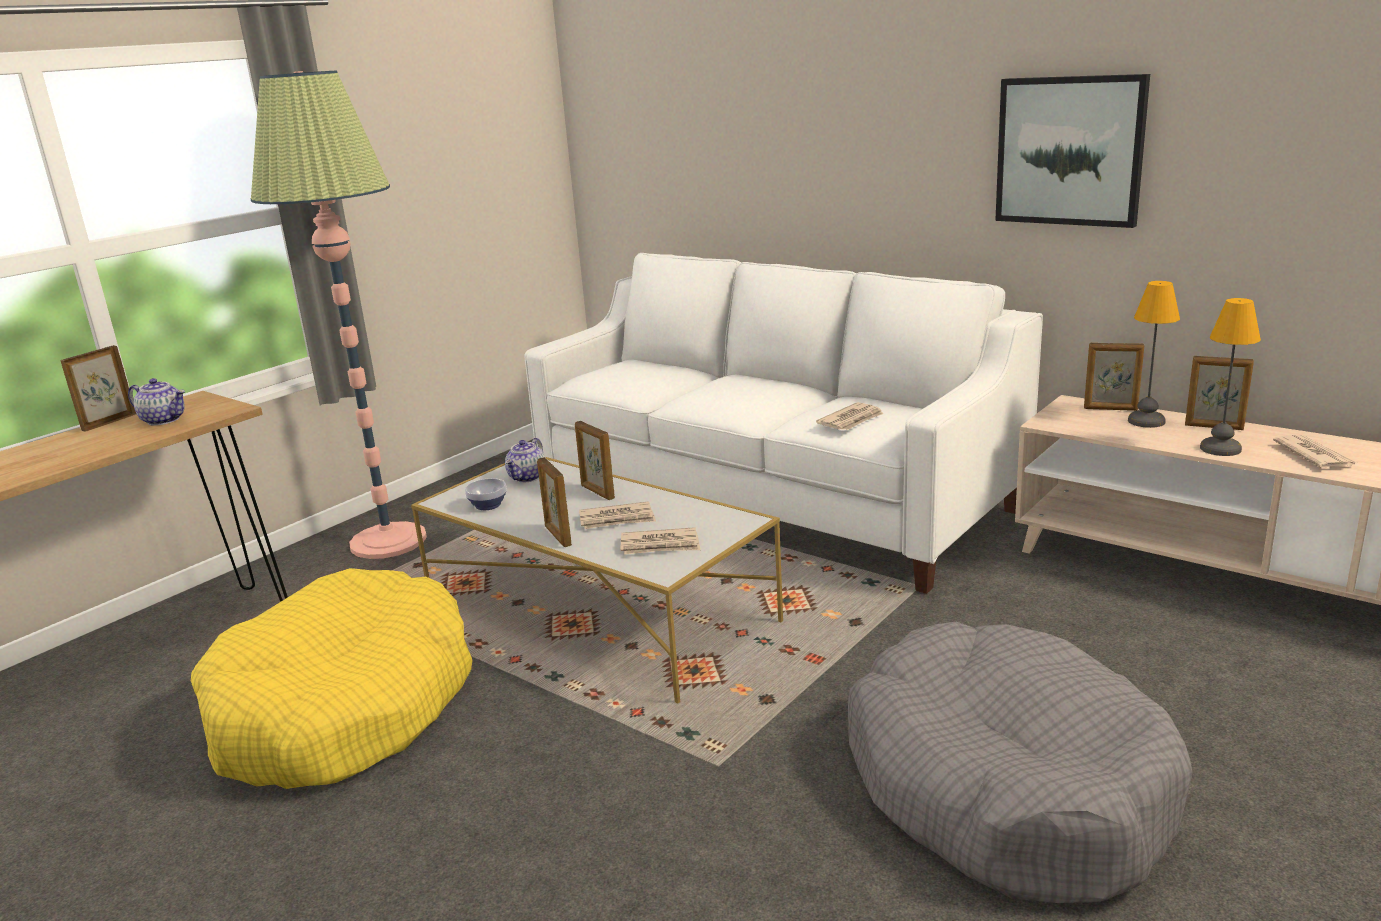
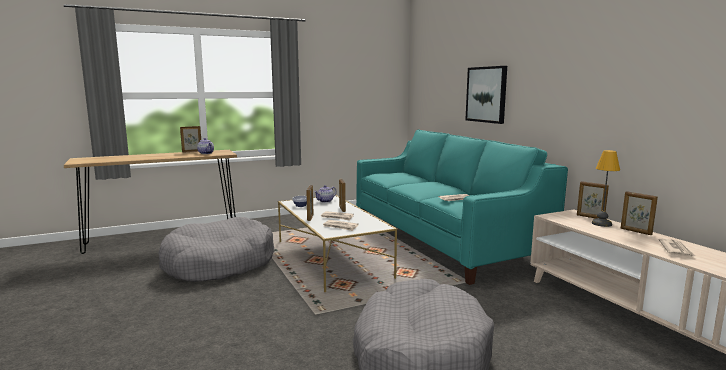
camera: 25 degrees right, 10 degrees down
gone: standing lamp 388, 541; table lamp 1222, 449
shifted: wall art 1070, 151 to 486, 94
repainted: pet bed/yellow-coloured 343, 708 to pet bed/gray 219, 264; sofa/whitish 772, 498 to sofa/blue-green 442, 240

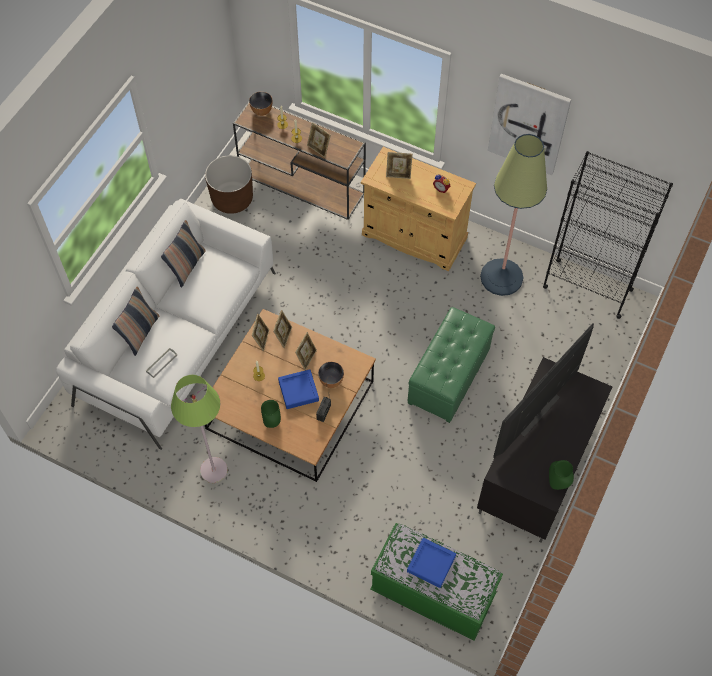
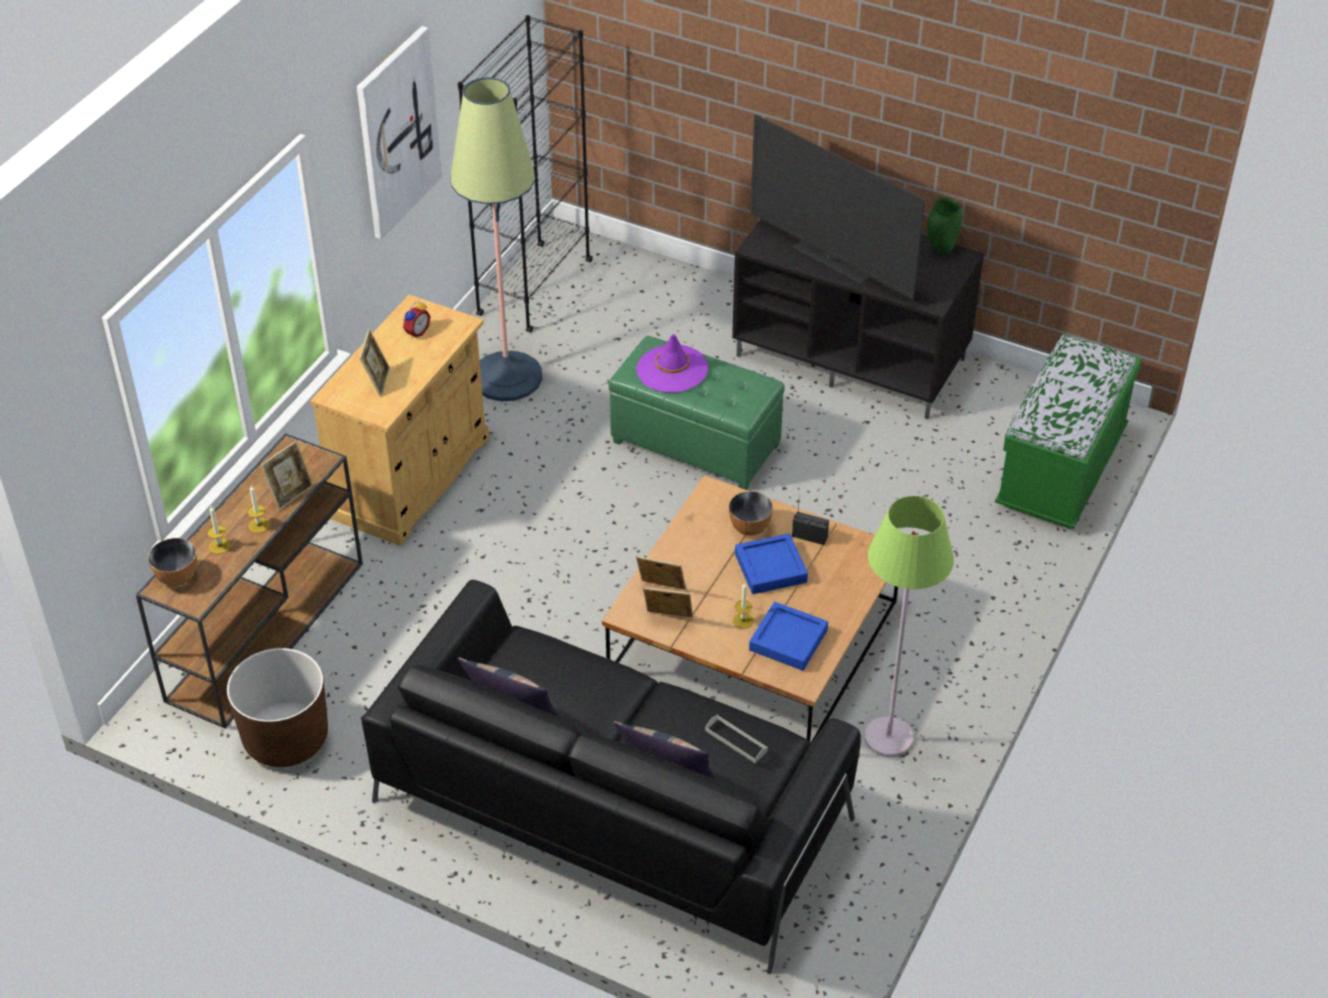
camera: 90 degrees left, 15 degrees down
gone: decorative vase/green-coloured 271, 423; picture frame 306, 358
new: wearable hat/purple-coloured 672, 369
shifted: serving tray/blue-coloured 431, 564 to 788, 640
repainted: sofa/whitish 177, 337 to sofa/black 612, 809

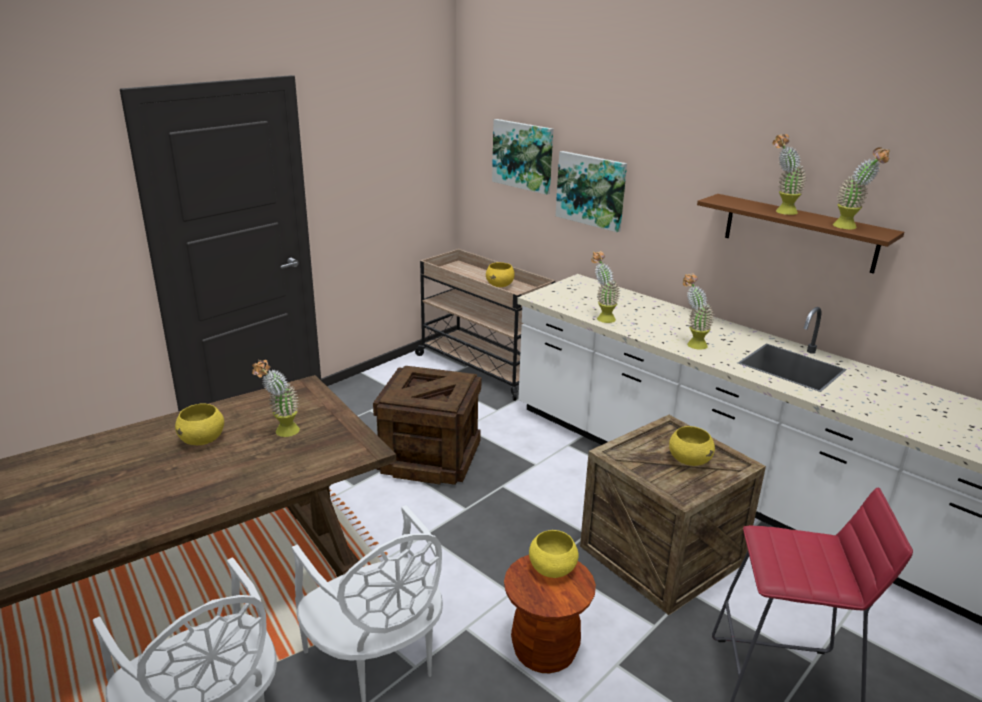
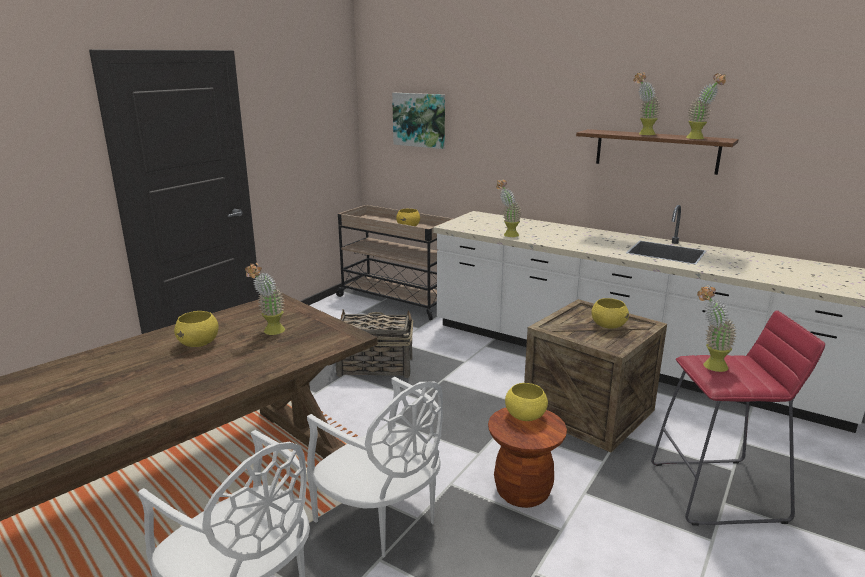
camera: 10 degrees left, 5 degrees down
gone: wall art 591, 190
shifted: potted plant 691, 344 to 708, 365
swapped: packing crate 429, 458 to household basket 374, 366

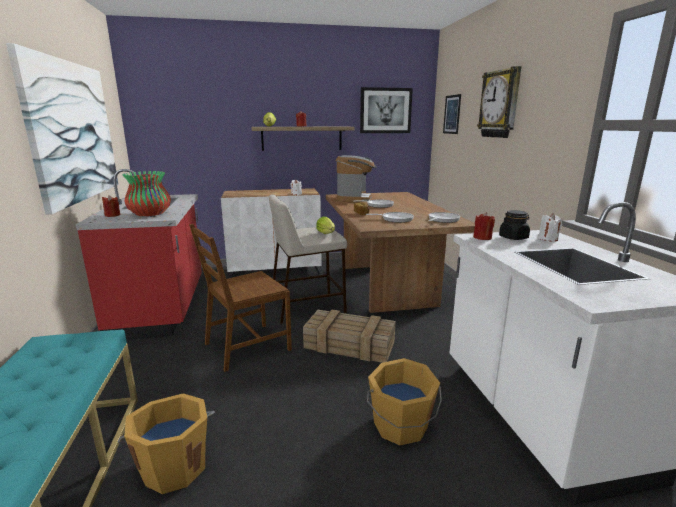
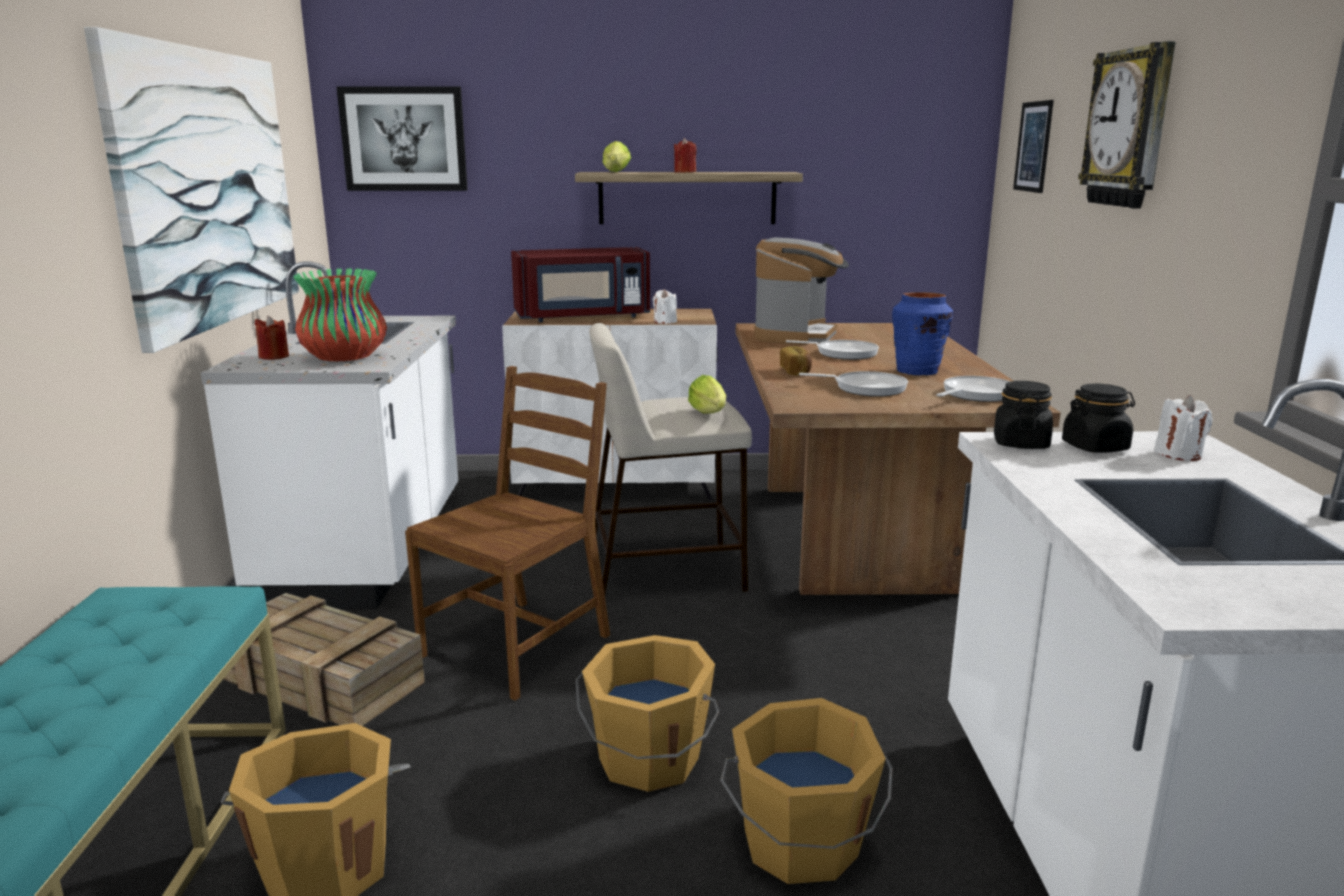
camera: 10 degrees right, 0 degrees up
new: microwave/reddish 583, 317; bucket/orangey 648, 760; decorative vase/blue-coloured 917, 372
shifted: packing crate 351, 345 to 324, 680; wall art 385, 110 to 404, 139
swapped: wax candle/reddish 482, 238 to jar/black 1020, 443
repainted: kitchen base unit/reddish 162, 307 to kitchen base unit/whitish 368, 549
rotated: plain chair/brown-coloured 246, 347 = 518, 645 150 degrees clockwise

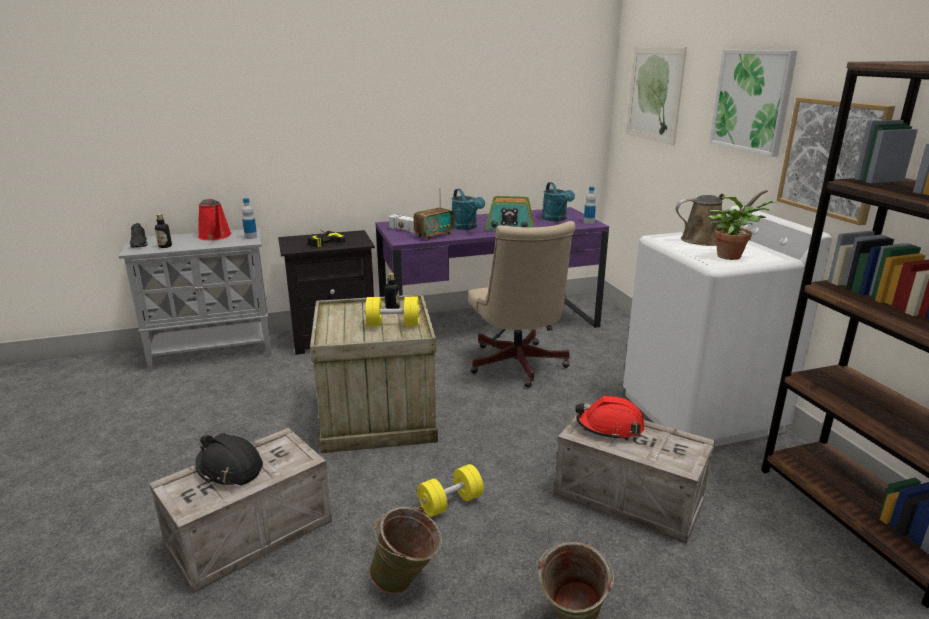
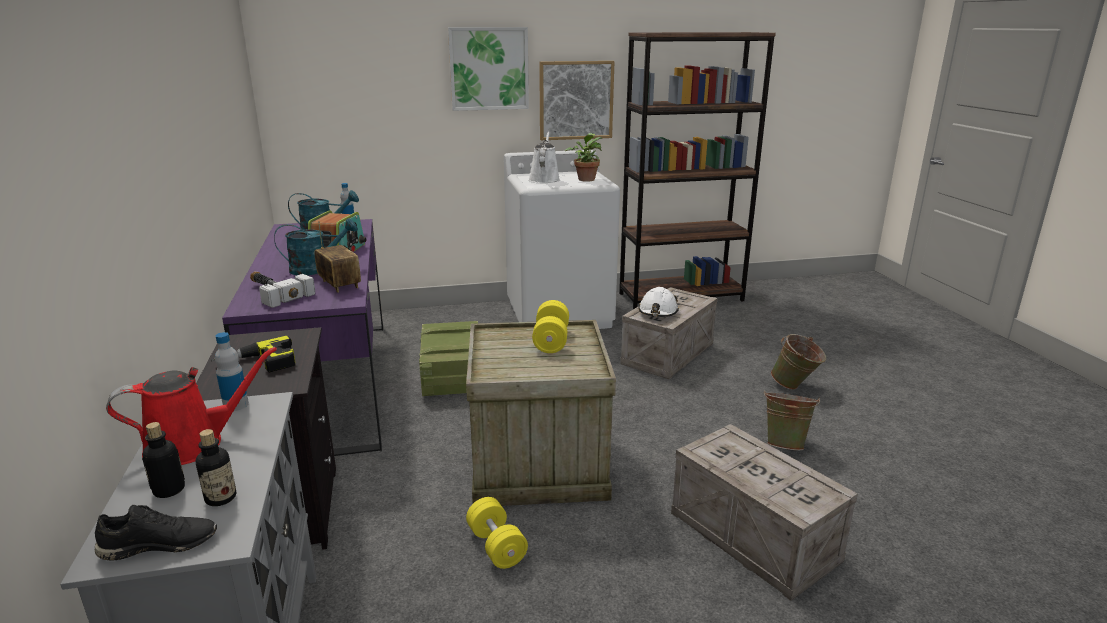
camera: 85 degrees left, 0 degrees up
gone: hard hat/black 229, 468; wall art 654, 94
shifted: beverage bottle 392, 308 to 169, 490; hand weight/yellow-coloured 450, 503 to 496, 546
swapped: office chair/sand-coloured 517, 367 to packing crate 453, 376
repainted: hard hat/reddish 609, 427 to hard hat/whitish 658, 312; watering can/brown-coloured 706, 240 to watering can/whitish 544, 179

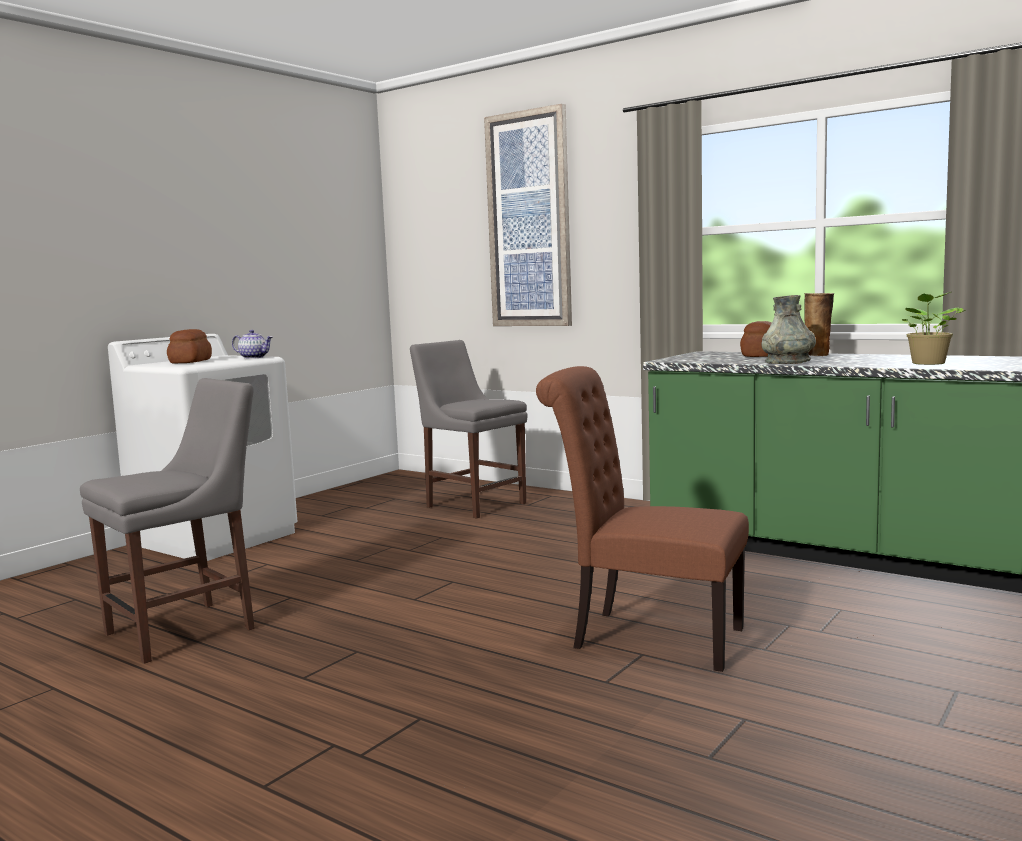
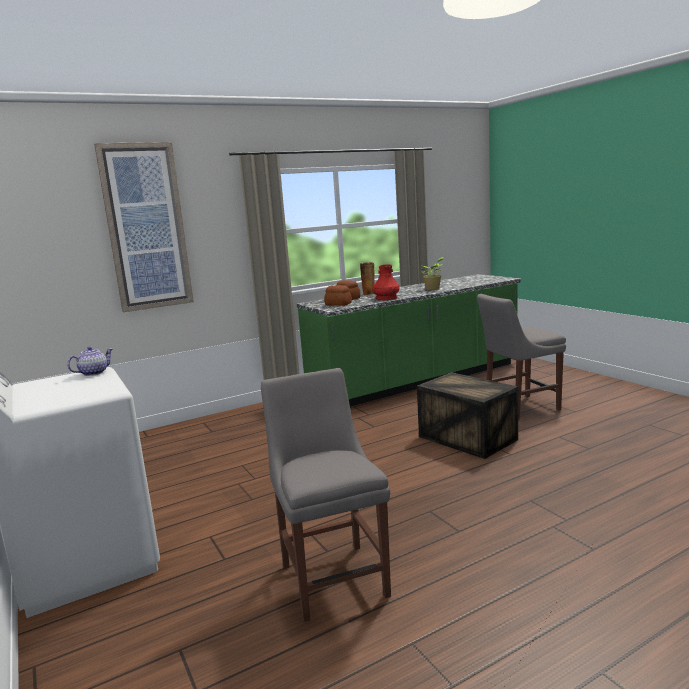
camera: 65 degrees left, 5 degrees up
shifted: bakery bread 189, 361 to 338, 304; plain chair/gray 473, 504 to 519, 408
swapped: plain chair/brown-coloured 647, 637 to packing crate 466, 438
repainted: decorative vase/gray 788, 362 to decorative vase/reddish 386, 298

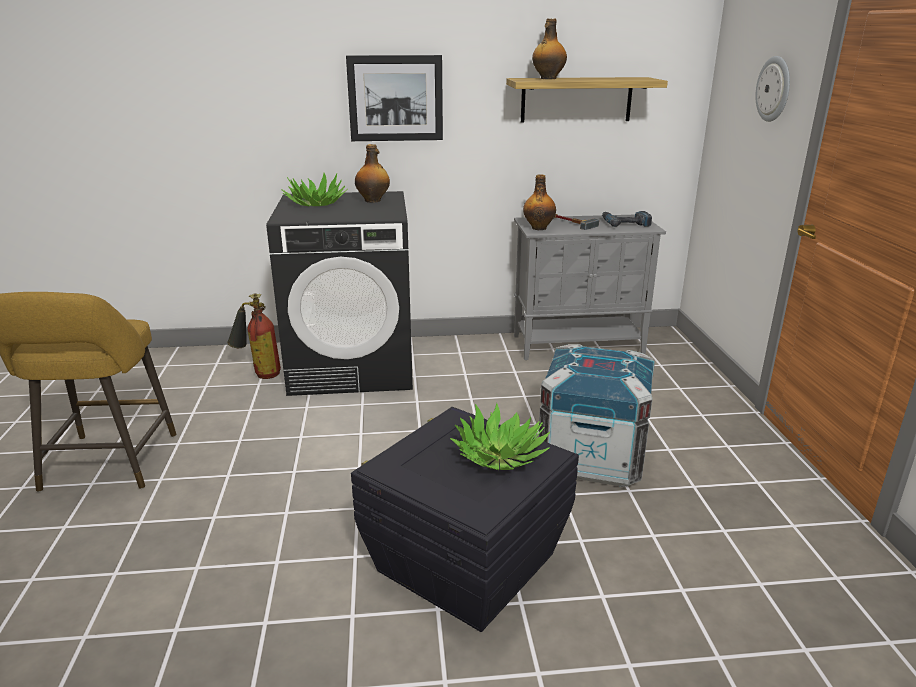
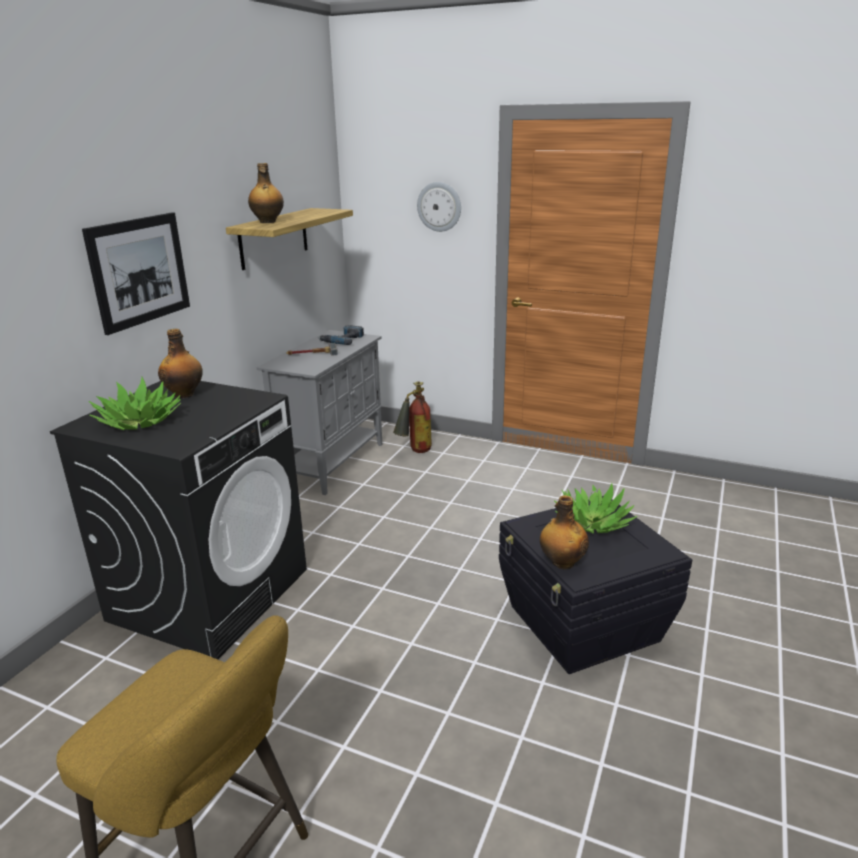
camera: 60 degrees left, 0 degrees up
gone: packing crate 591, 457
shifted: fire-fighting cylinder 259, 373 to 414, 452; beverage bottle 539, 228 to 562, 562

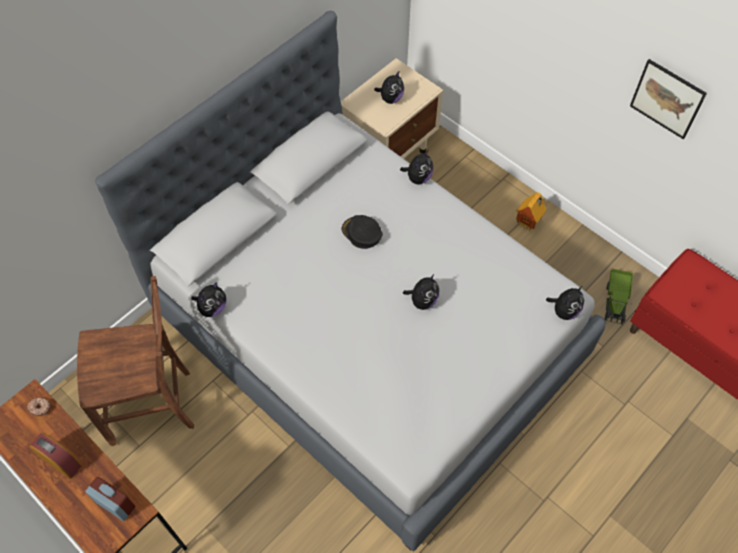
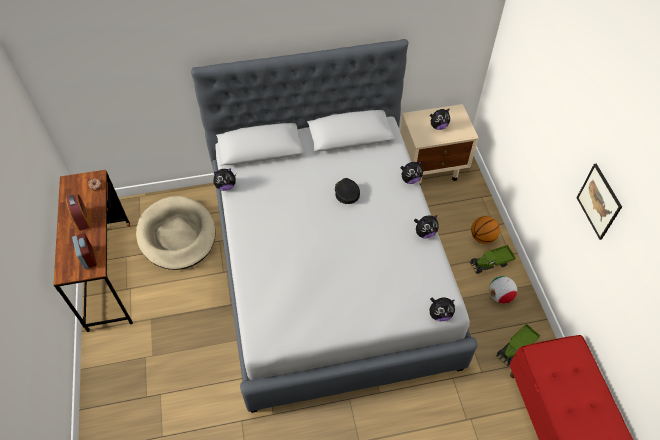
camera: 35 degrees right, 5 degrees down
new: ball for basketball 482, 237; football 500, 296
shifted: soft toy 422, 301 to 424, 233
swapped: plain chair/brown-coloured 153, 406 to pet bed/sand-coloured 177, 235; miniature house 528, 224 to model truck 491, 263

